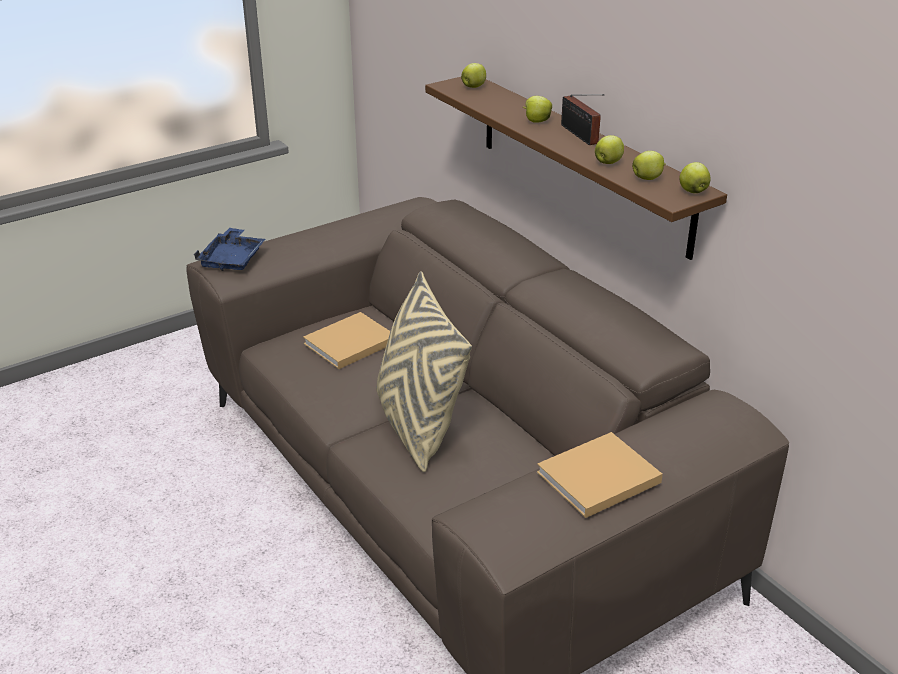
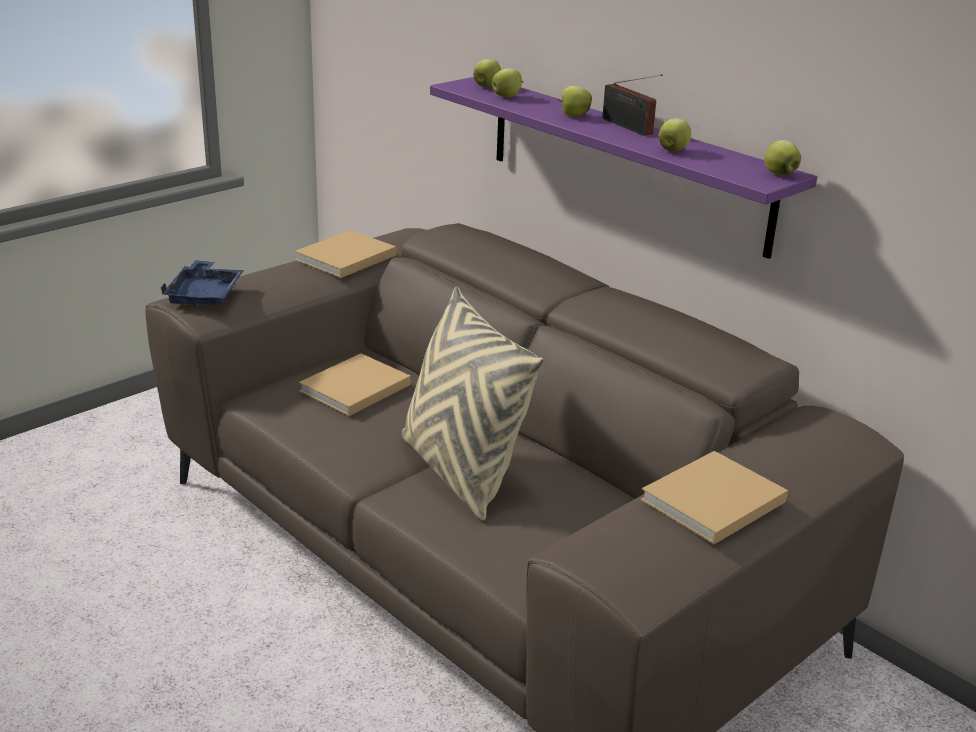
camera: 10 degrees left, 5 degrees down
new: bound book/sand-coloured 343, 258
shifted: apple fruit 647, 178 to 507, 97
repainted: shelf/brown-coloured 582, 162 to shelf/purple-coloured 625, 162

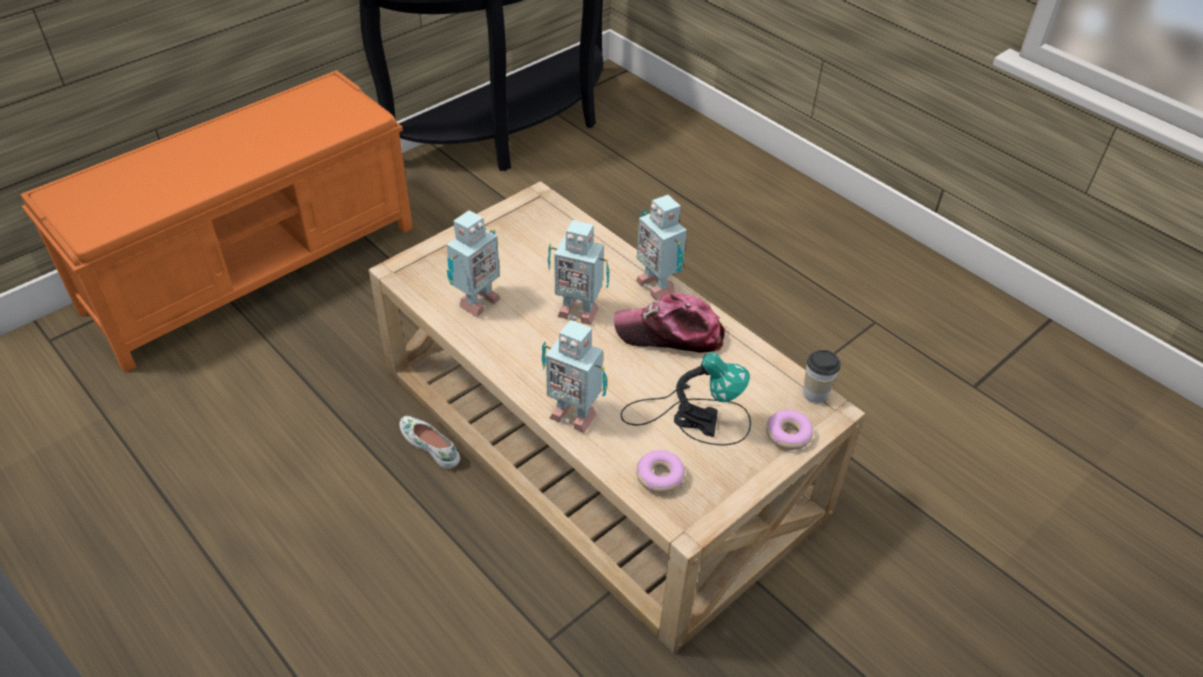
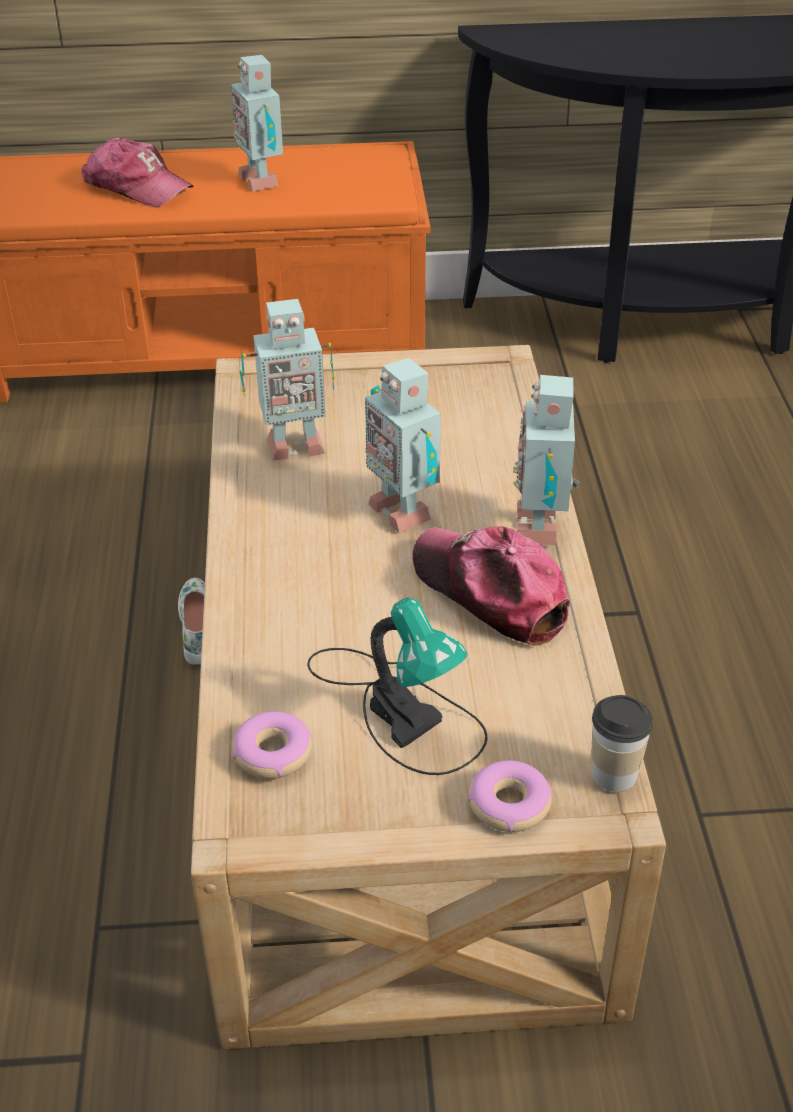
camera: 40 degrees right, 5 degrees down
new: peaked cap 137, 187
shifted: toy robot 573, 413 to 261, 180

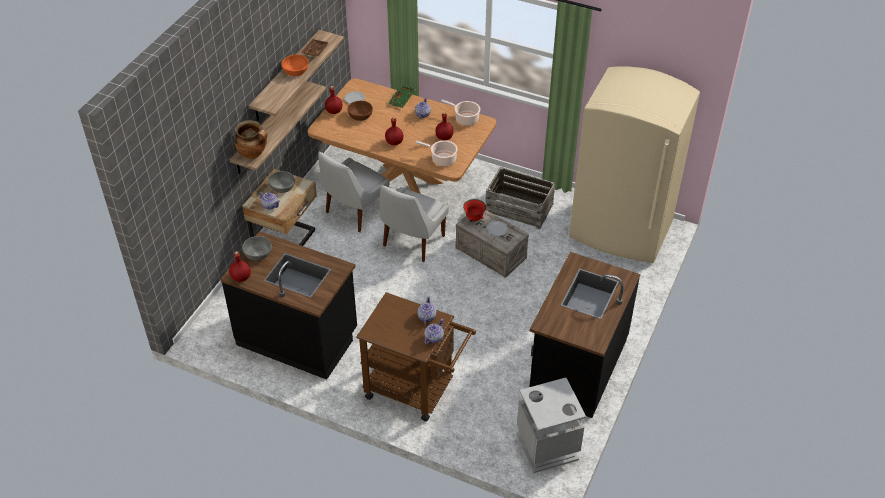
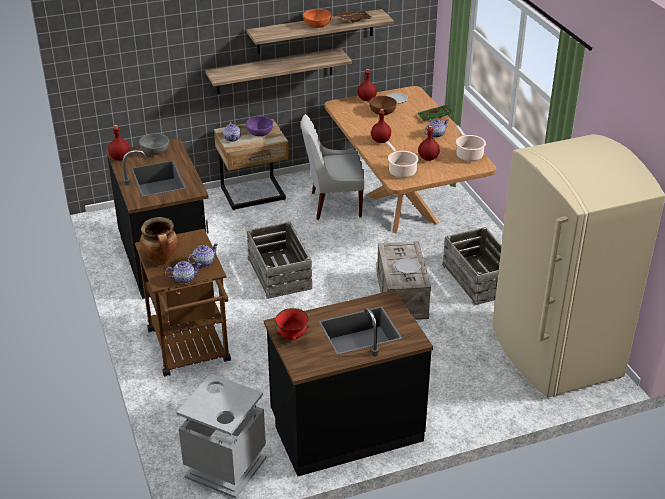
camera: 45 degrees right, 10 degrees down
gone: plain chair/whitish 412, 242
new: packing crate 280, 273
shifted: cooking pot 253, 154 to 161, 260; bowl/reddish 474, 218 to 292, 336
repainted: bowl/gray 282, 187 to bowl/purple-coloured 259, 132

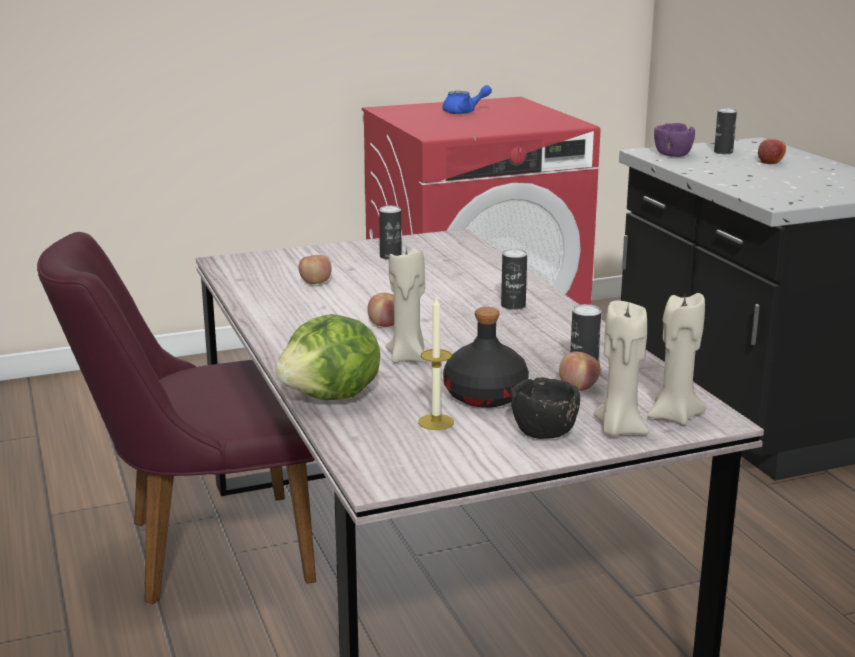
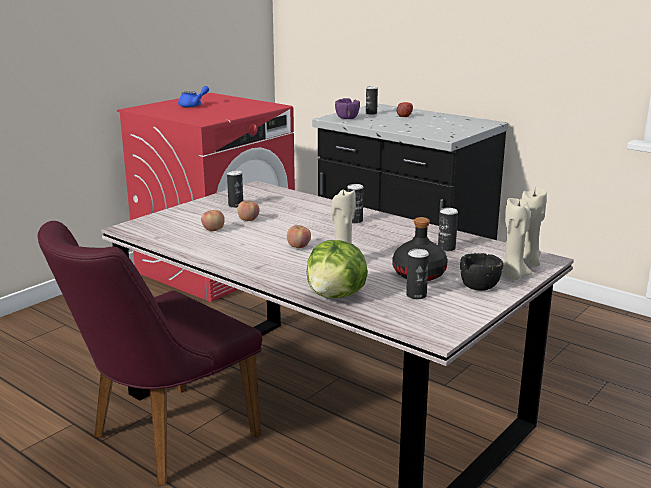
camera: 30 degrees left, 0 degrees up
shifted: apple fruit 578, 388 to 248, 220
swapped: wax candle 436, 422 to can 416, 295

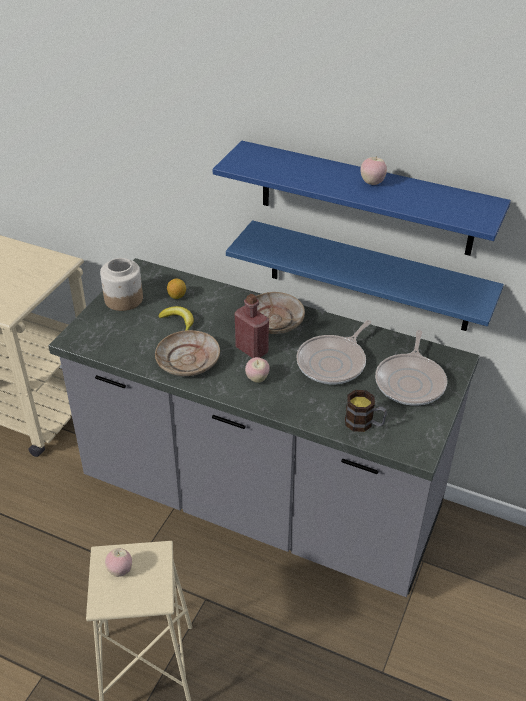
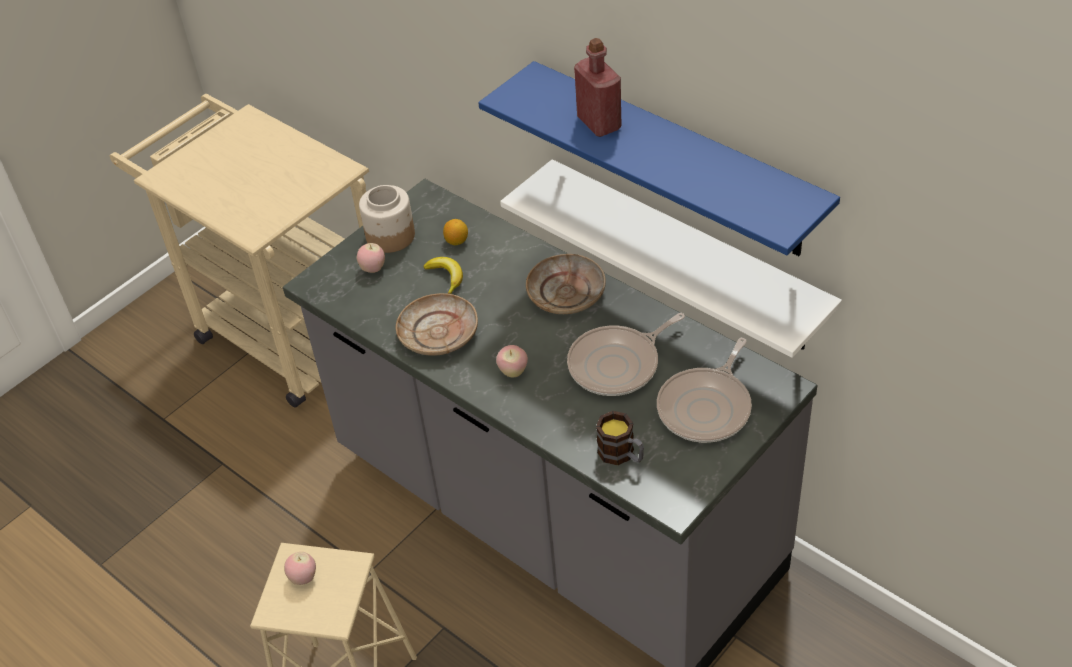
camera: 20 degrees right, 5 degrees up
shifted: beverage bottle/reddish 251, 349 to 599, 123; apple fruit 372, 183 to 373, 269
repainted: shelf/blue-coloured 368, 276 to shelf/whitish 687, 256

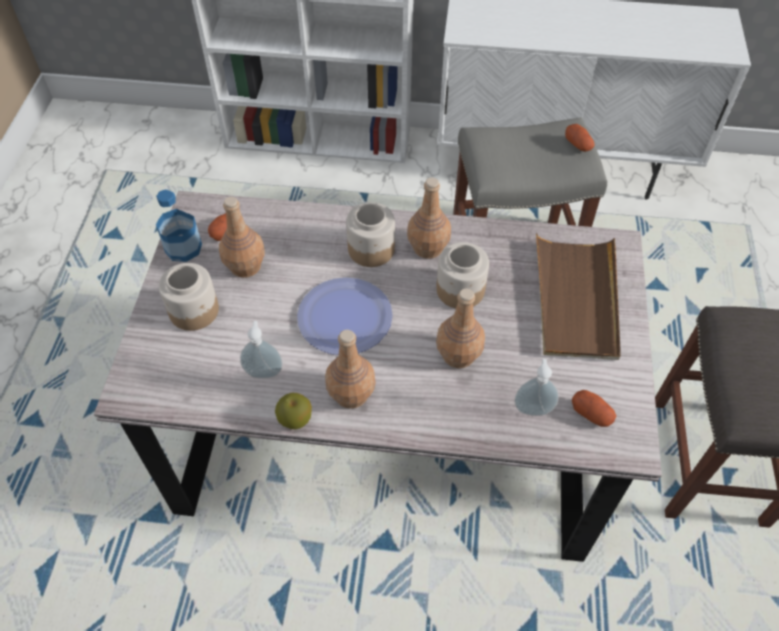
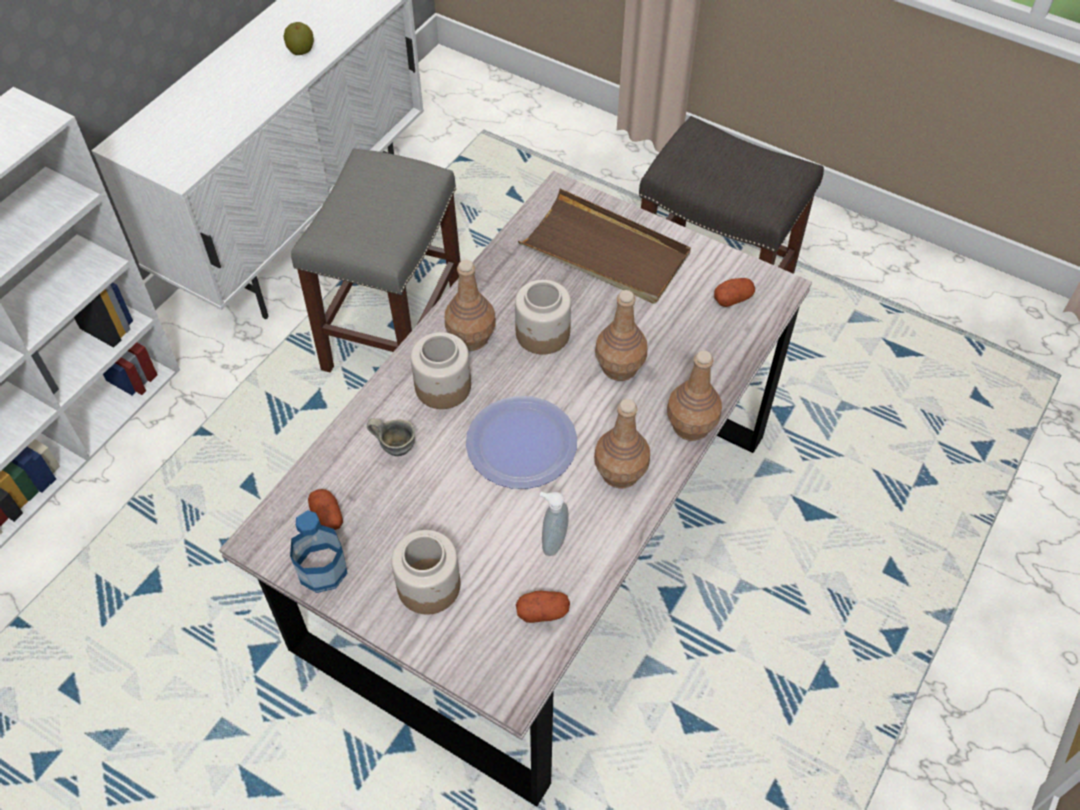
camera: 65 degrees left, 0 degrees up
gone: soap bottle 532, 408
new: mug/gray 396, 446
shifted: beverage bottle/brown-coloured 245, 266 to 690, 426; apple fruit 295, 419 to 301, 51; whole potato 578, 144 to 543, 612

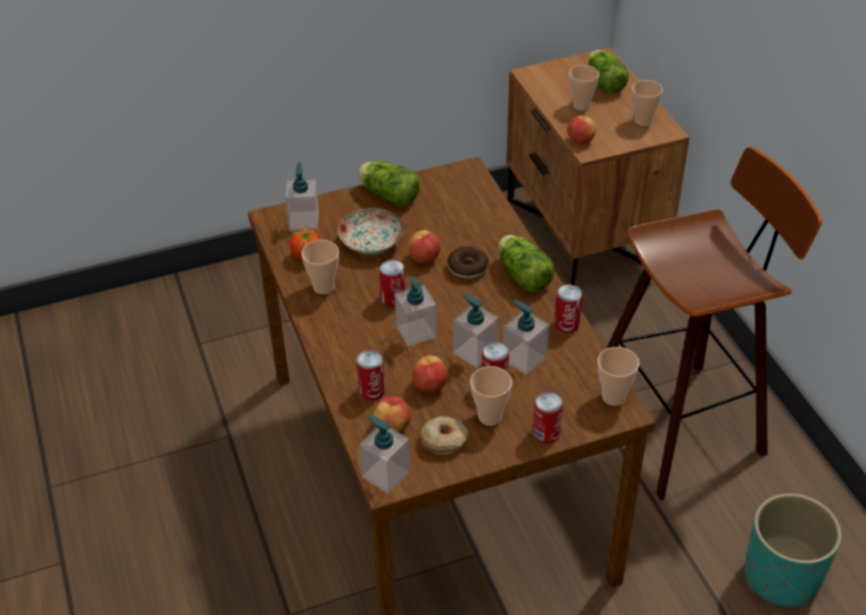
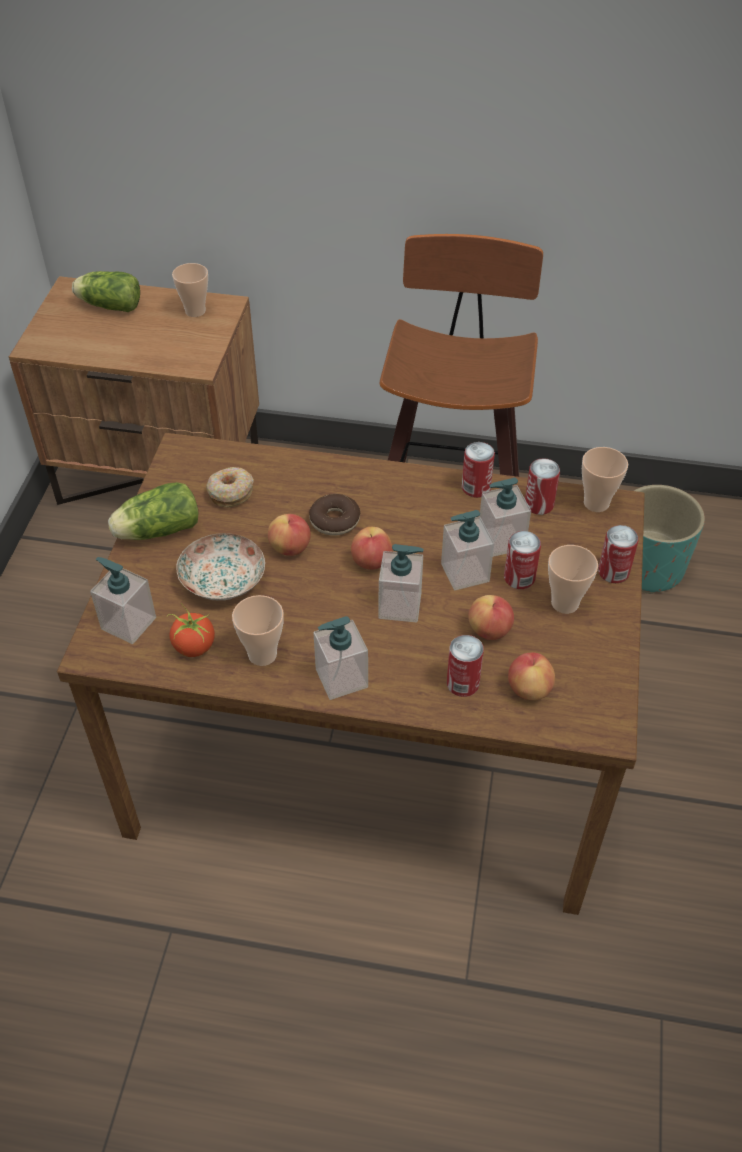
camera: 60 degrees left, 5 degrees up
gone: lettuce 522, 274; small cup 581, 105
shifted: soap bottle 385, 474 to 341, 678; can 393, 298 to 539, 504; doughnut 444, 440 to 230, 492; apple fruit 580, 140 to 371, 562

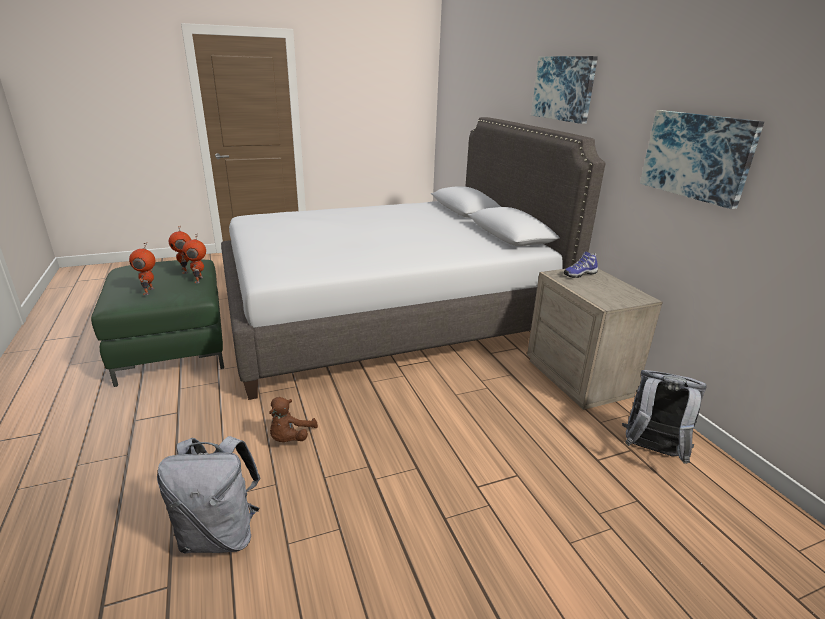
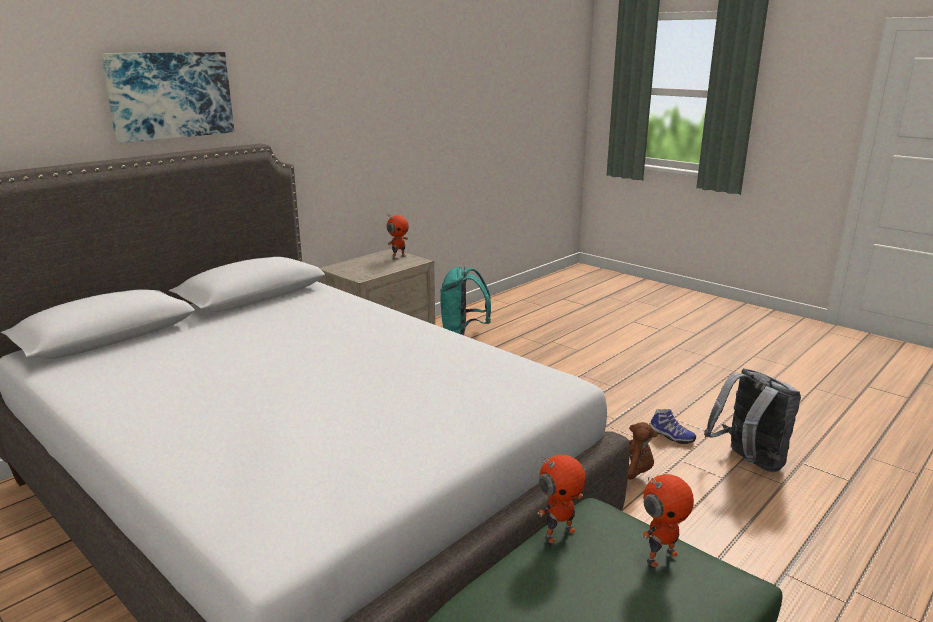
camera: 115 degrees left, 5 degrees down
gone: wall art 697, 156
shifted: toy robot 185, 270 to 398, 257; low shoe 579, 274 to 671, 436
repainted: knapsack/gray 651, 452 to knapsack/blue-green 463, 333

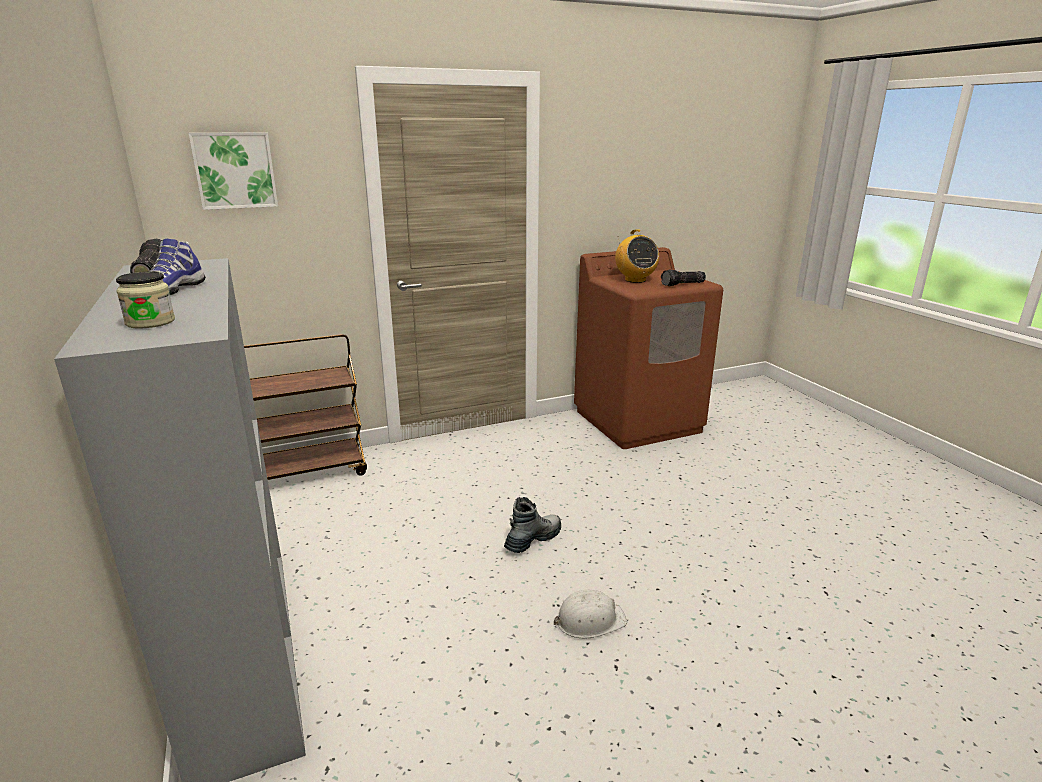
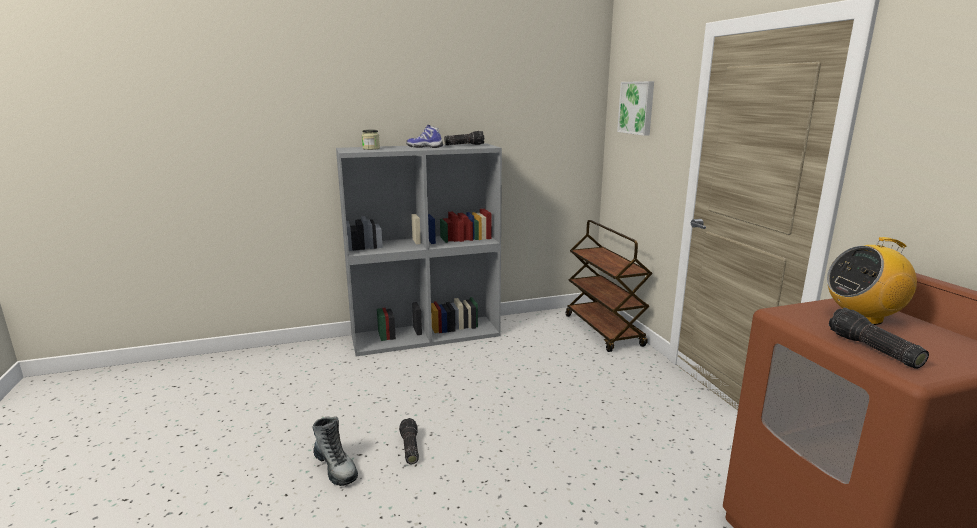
camera: 95 degrees right, 5 degrees down
shifted: tall boot 533, 539 to 336, 467
swapped: hard hat/whitish 589, 620 to hand torch 409, 448

